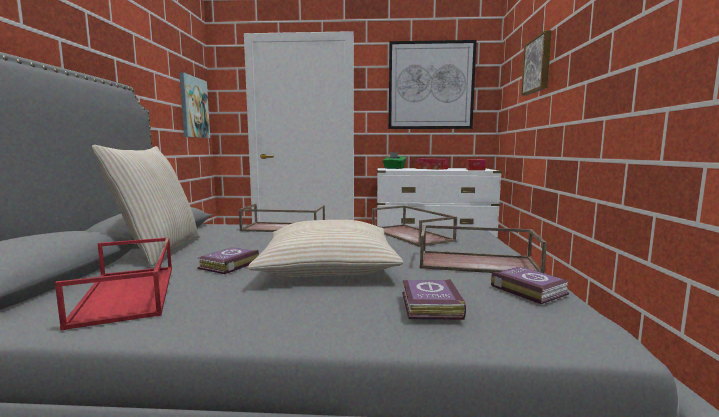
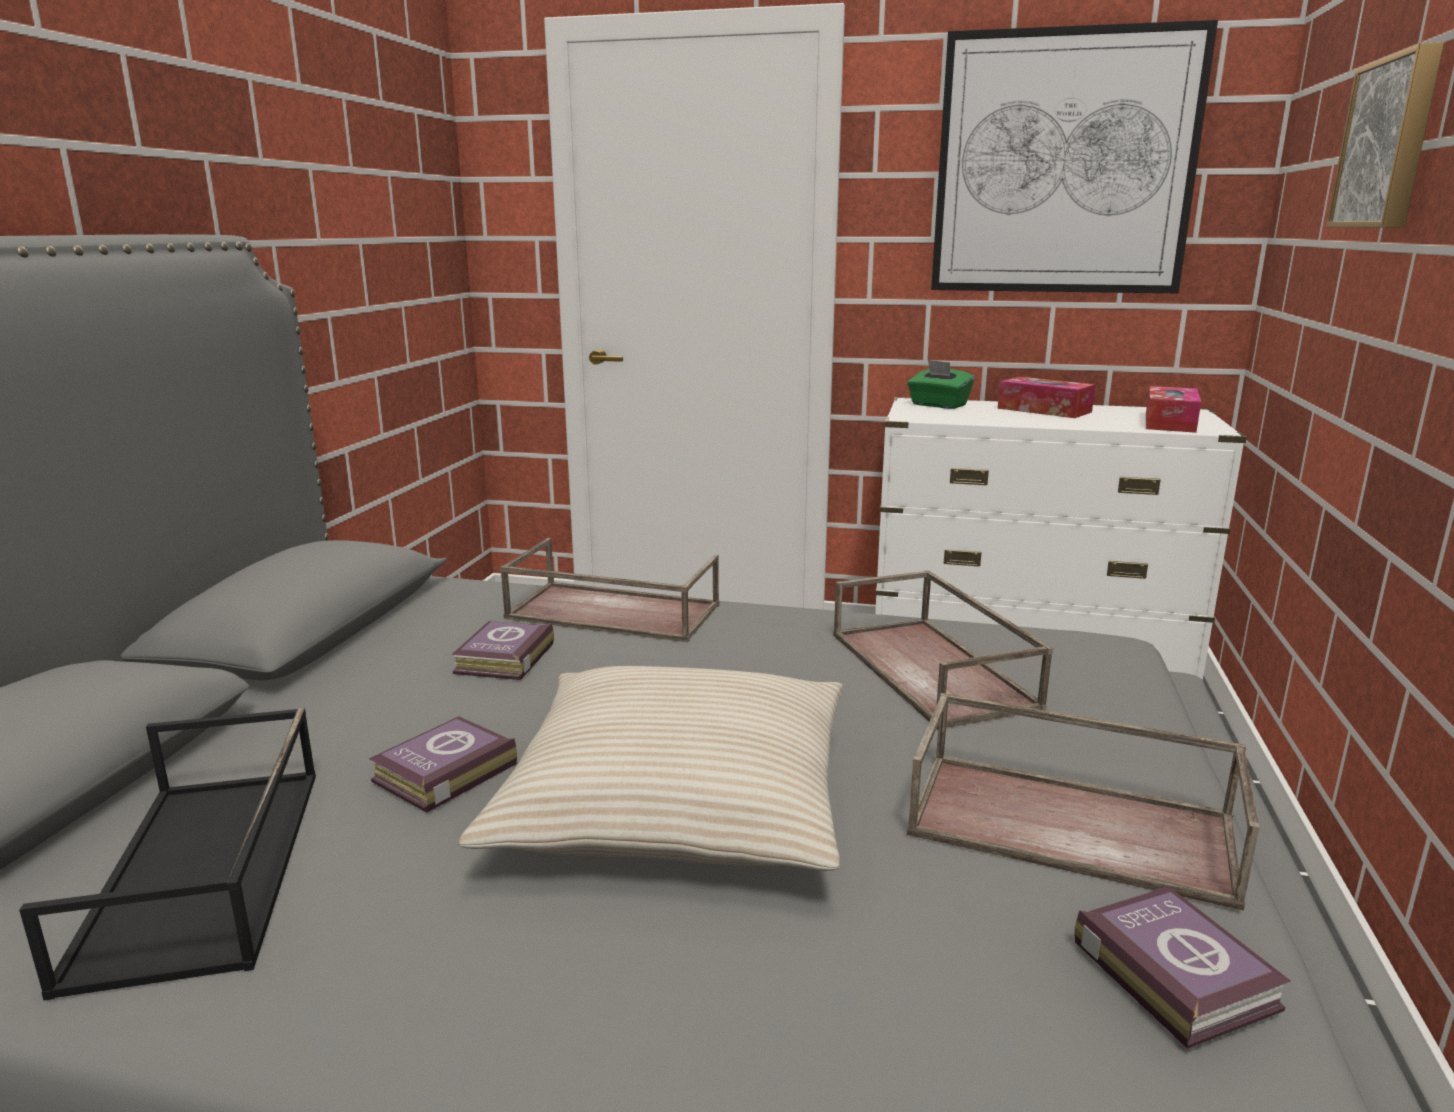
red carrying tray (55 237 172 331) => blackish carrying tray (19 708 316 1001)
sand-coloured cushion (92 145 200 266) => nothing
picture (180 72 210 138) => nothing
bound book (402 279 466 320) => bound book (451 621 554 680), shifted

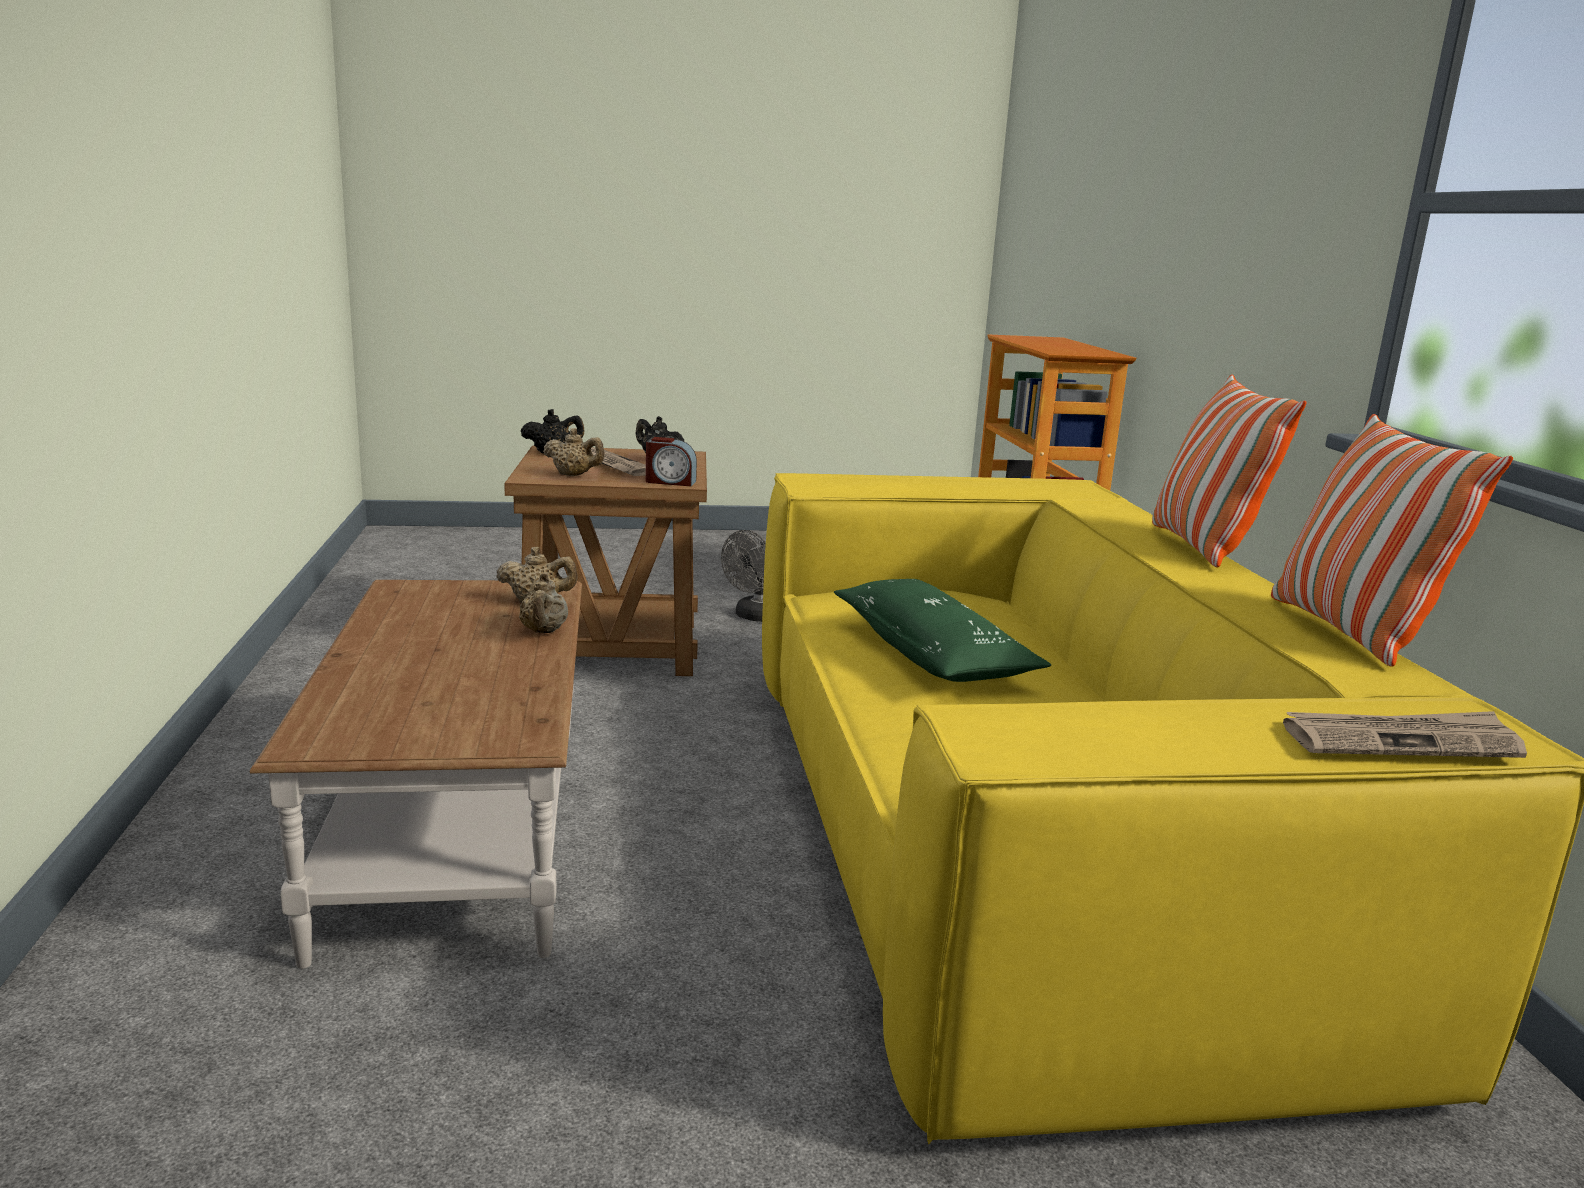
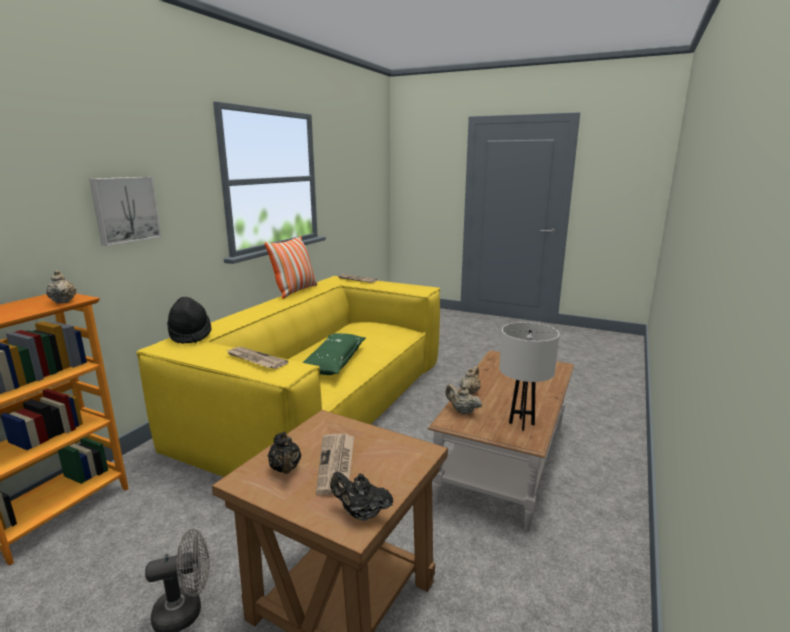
sand-coloured tea pot (543 428 605 476) => sand-coloured tea pot (46 270 76 303), shifted
table clock (646 437 697 486) => nothing
cushion (1152 374 1306 567) => nothing
nothing => picture (89 177 162 246)
nothing => blackish clothing hat (167 297 212 344)
nothing => printed paper (227 347 288 369)
nothing => white-coloured lamp for a table (499 322 559 431)

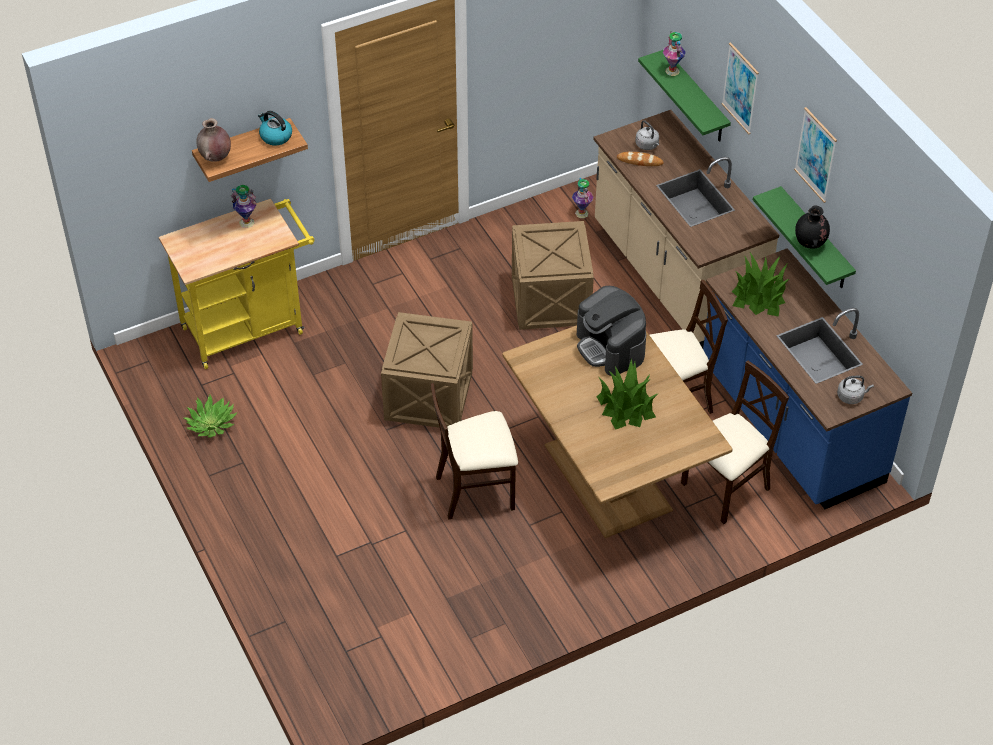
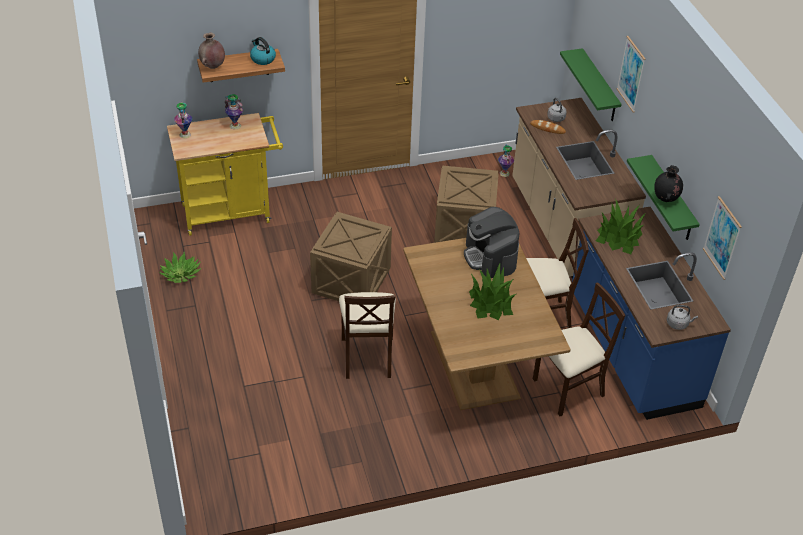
sand-coloured upright chair (431 383 518 520) => sand-coloured upright chair (339 292 396 379), 90 degrees counterclockwise
vase (663 31 686 76) => vase (174 102 192 138), shifted
picture (794 107 837 203) => picture (703 196 742 280), shifted

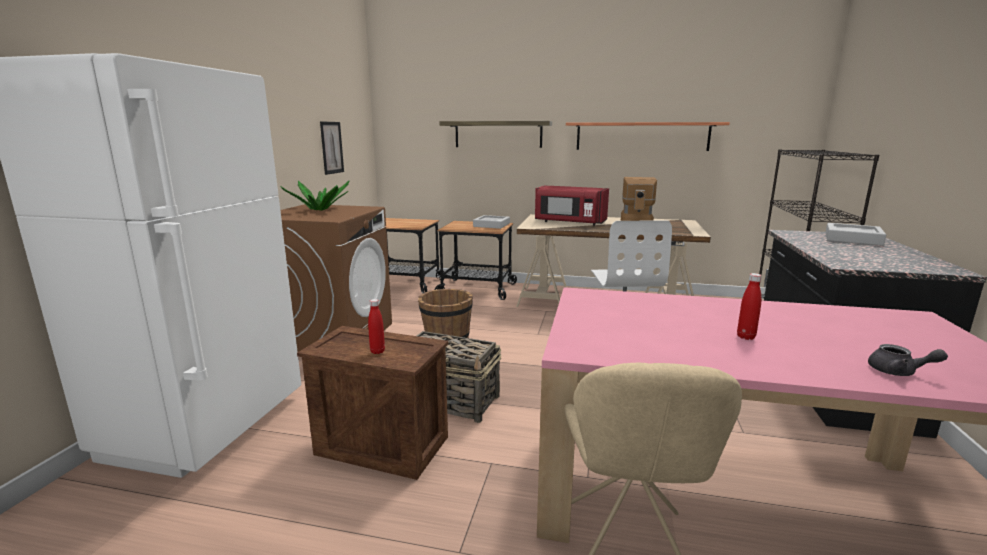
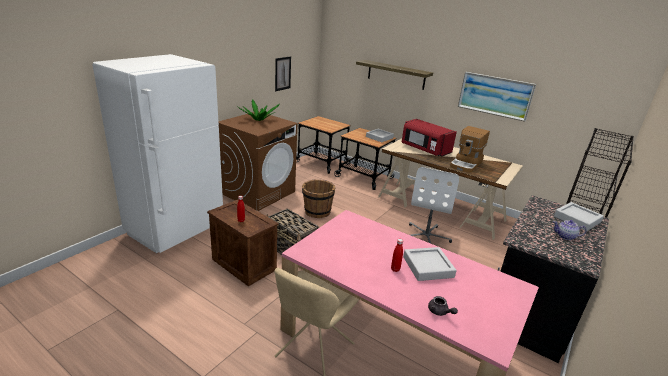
bracket shelf (566 122 730 151) => picture (458 72 536 122)
nothing => grey carrying tray (403 247 457 281)
nothing => tea pot (553 220 586 240)

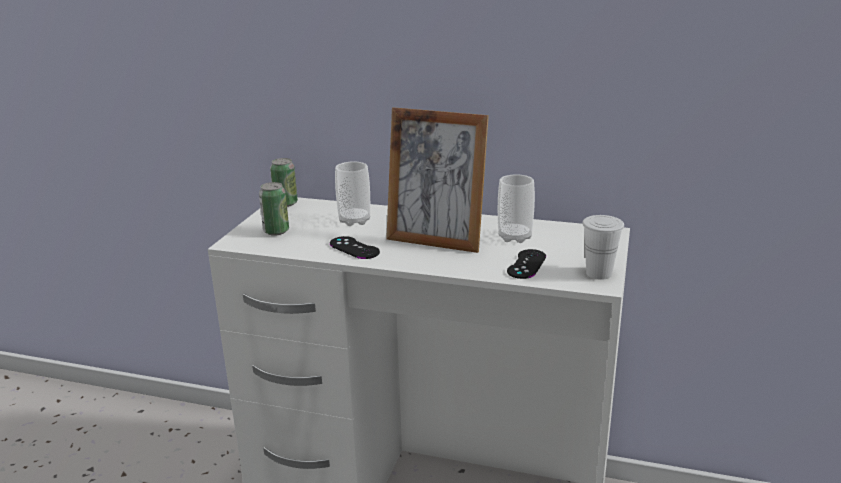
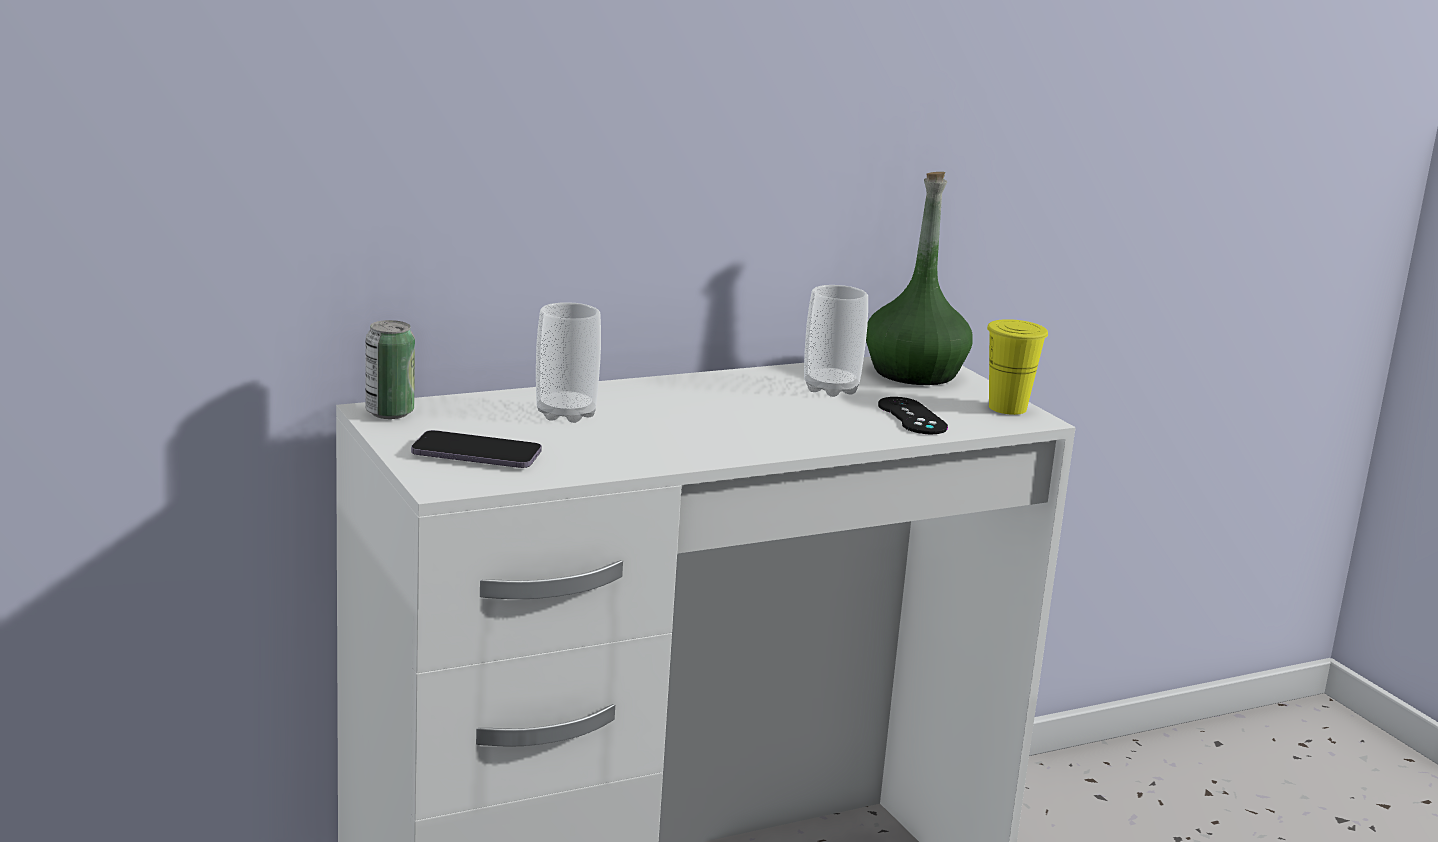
metal can (259 182 289 236) => telephone (411 430 542 468)
blackish gamepad (330 236 380 259) => nothing
standing frame (386 107 489 253) => nothing
white-coloured drinking cup (582 215 624 280) => yellowish drinking cup (987 319 1048 415)
nothing => greenish drink bottle (866 172 973 385)

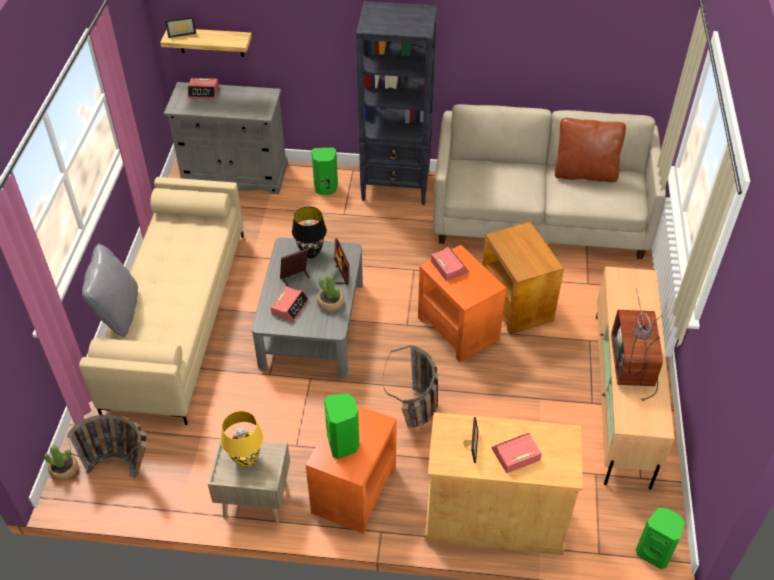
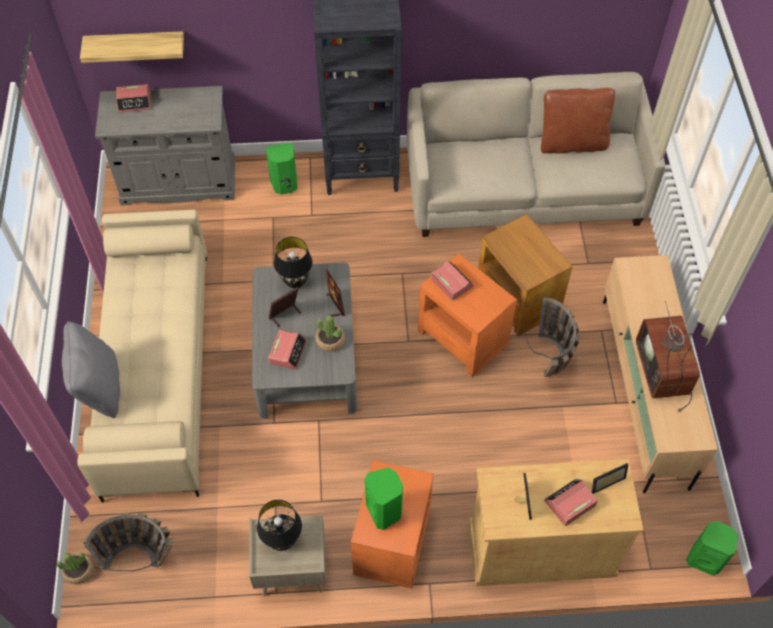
standing frame (165 16 196 38) => standing frame (592 463 628 494), shifted
yellowish lamp for a table (221 411 263 467) => blackish lamp for a table (257 500 302 551)
basket (383 345 438 427) => basket (524 297 579 377), shifted

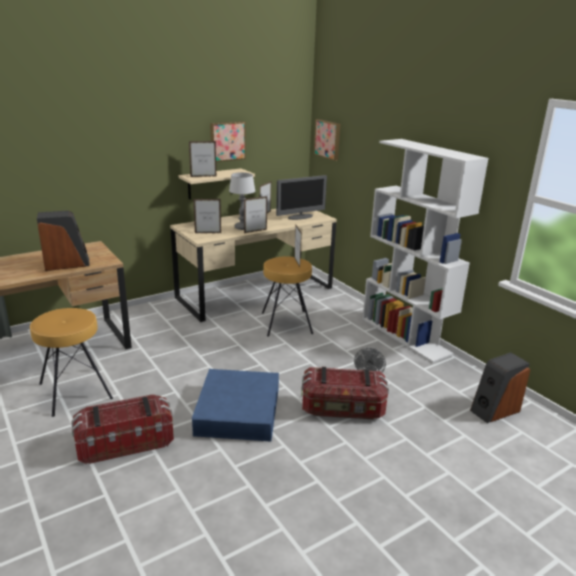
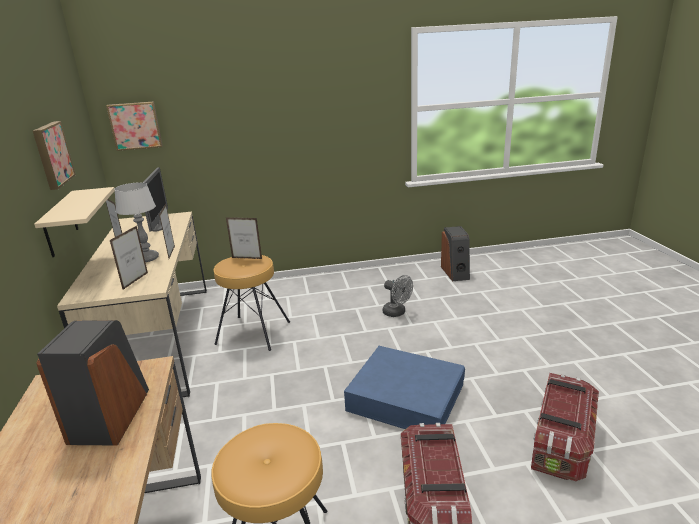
standing frame (189 141 217 177) => nothing
storage box (301 367 389 419) => storage box (531 373 599 481), shifted
white-coloured bookshelf (362 139 489 363) => nothing

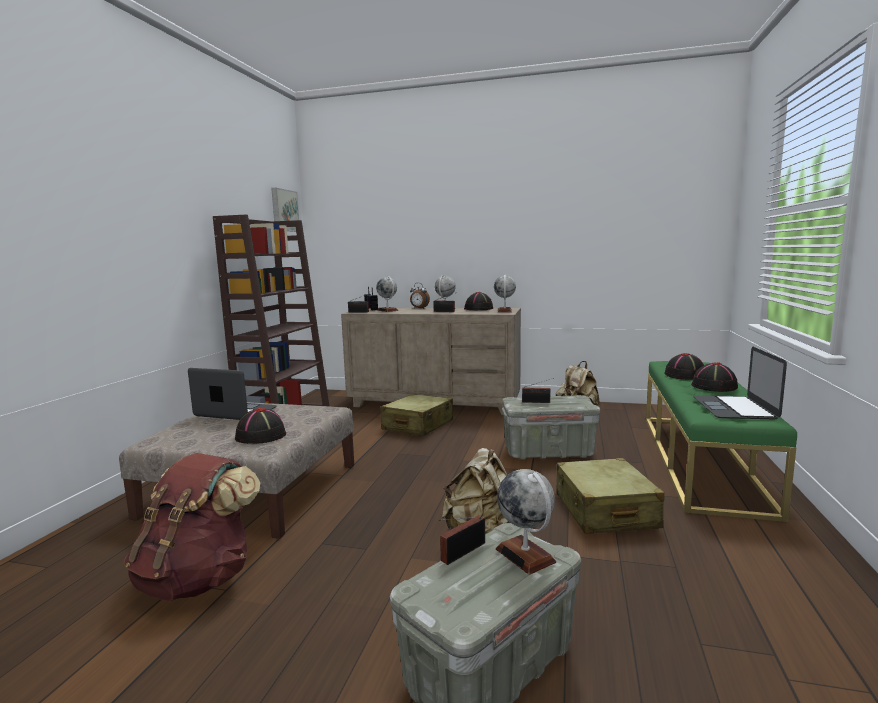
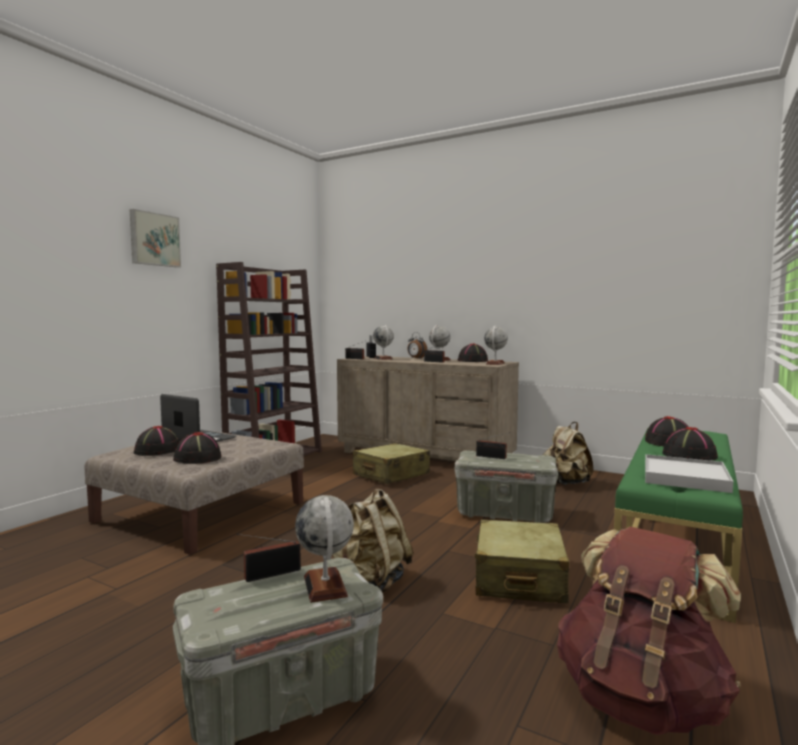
brown knapsack (124 453 260 601) => brown knapsack (557 527 741 735), shifted
picture (271 188 299 232) => picture (130 209 181 267), shifted
laptop (693 347 787 420) => white-coloured carrying tray (645 454 733 493)
nothing => blackish clothing hat (134 426 179 456)

